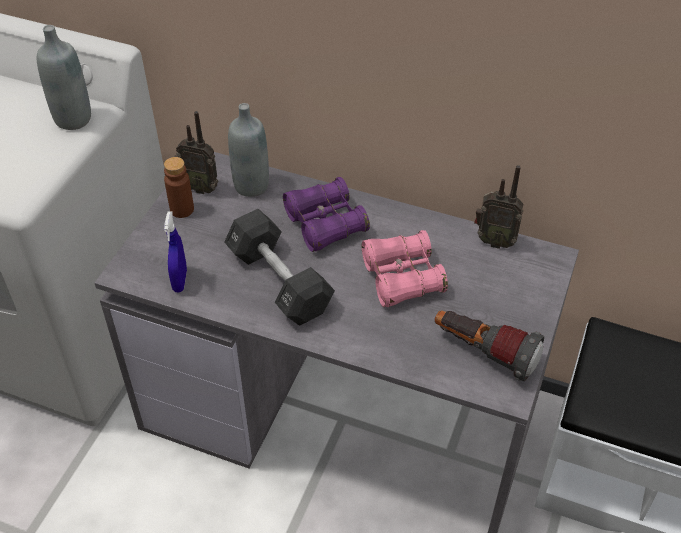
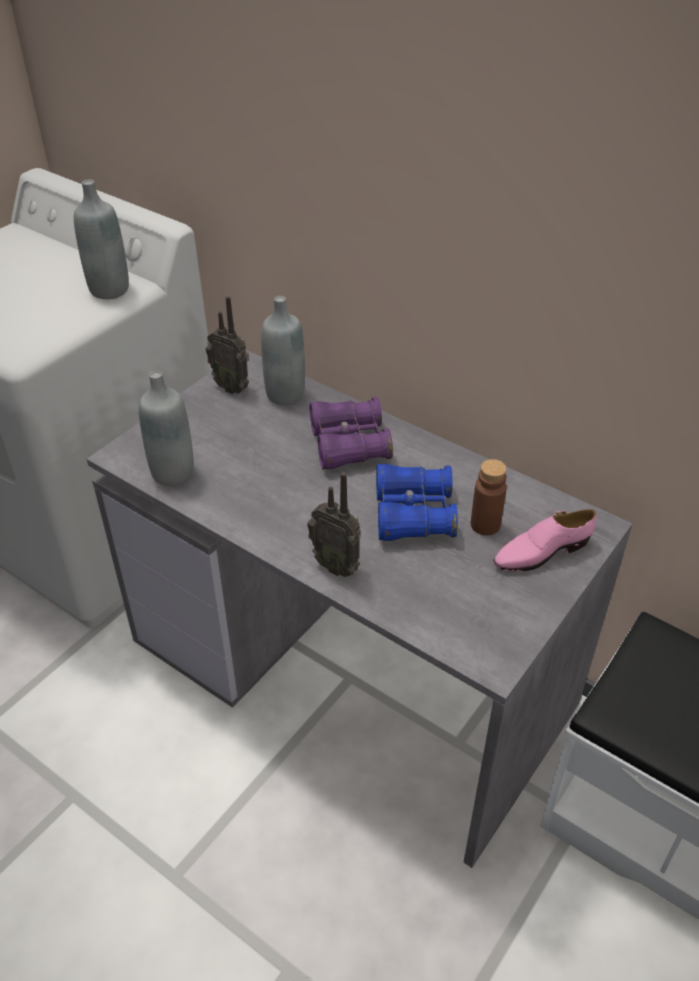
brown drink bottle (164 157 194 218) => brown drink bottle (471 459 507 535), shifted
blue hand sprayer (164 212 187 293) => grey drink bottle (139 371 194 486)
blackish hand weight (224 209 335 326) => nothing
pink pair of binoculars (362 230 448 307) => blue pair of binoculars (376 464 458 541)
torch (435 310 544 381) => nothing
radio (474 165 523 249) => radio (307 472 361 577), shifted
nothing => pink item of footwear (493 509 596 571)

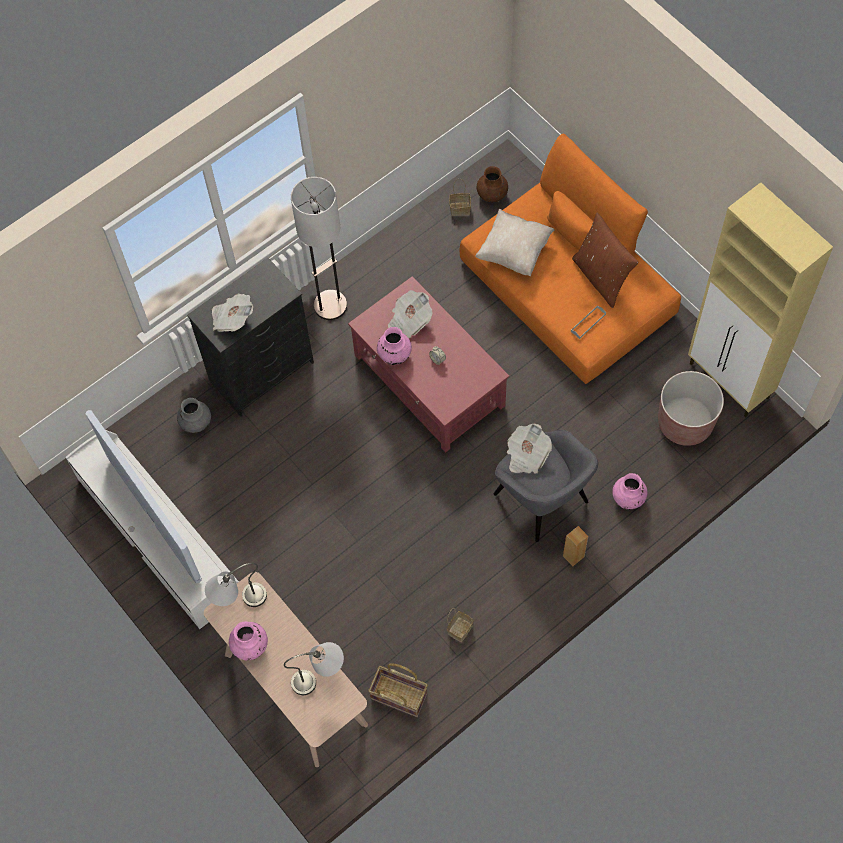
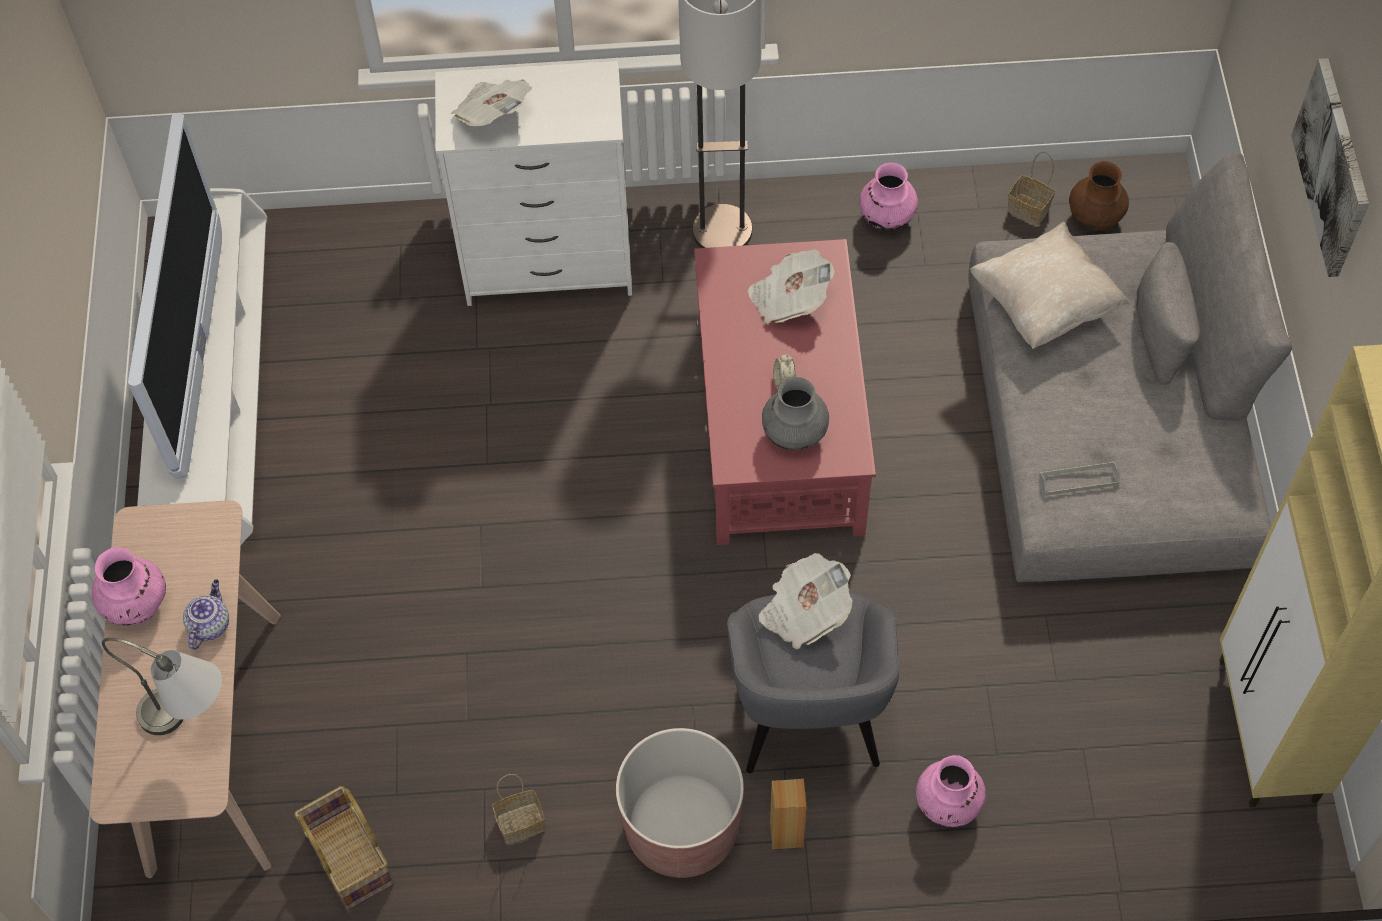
grey vase (177 398 211 433) => grey vase (762 377 829 450), shifted
blackish dresser (187 258 314 417) => white-coloured dresser (435 61 632 306)
grey lamp for a table (205 563 267 607) => nothing
pink vase (377 327 412 365) => pink vase (859 163 918 231), shifted
orange-coloured sofa (460 133 681 384) => grey sofa (968 152 1292 583)
brown cushion (572 213 639 308) => nothing
brown plant pot (658 371 724 446) => brown plant pot (616 728 744 878), shifted
nothing => tea pot (183 579 229 650)
nothing => picture (1291 58 1369 277)

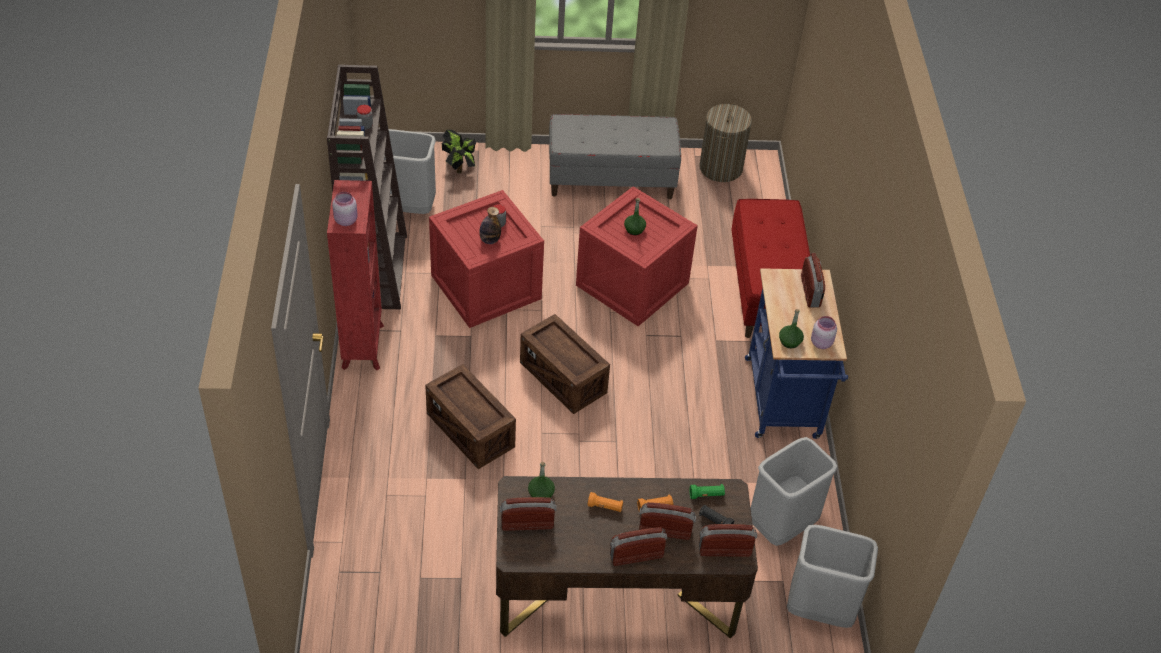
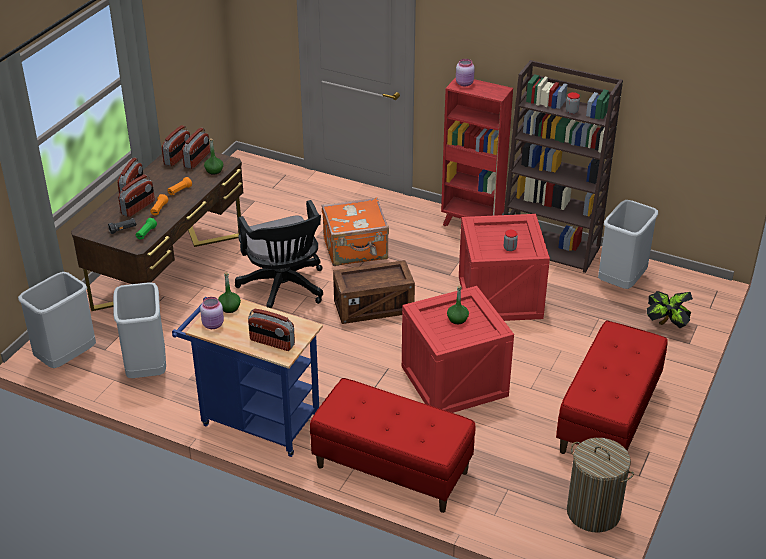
shipping crate (425 364 516 469) => orange-coloured suitcase (321 197 389 266)
drink bottle (479 207 501 244) => nothing
grey indoor bench (549 114 681 199) => red indoor bench (556 321 668 454)
radio (699 524 757 557) => radio (162 125 190 166), shifted
nothing => blackish computer chair (235 200 323 309)

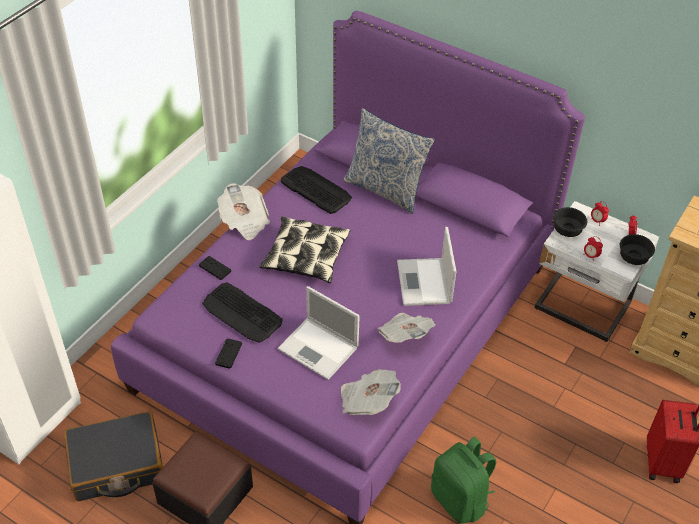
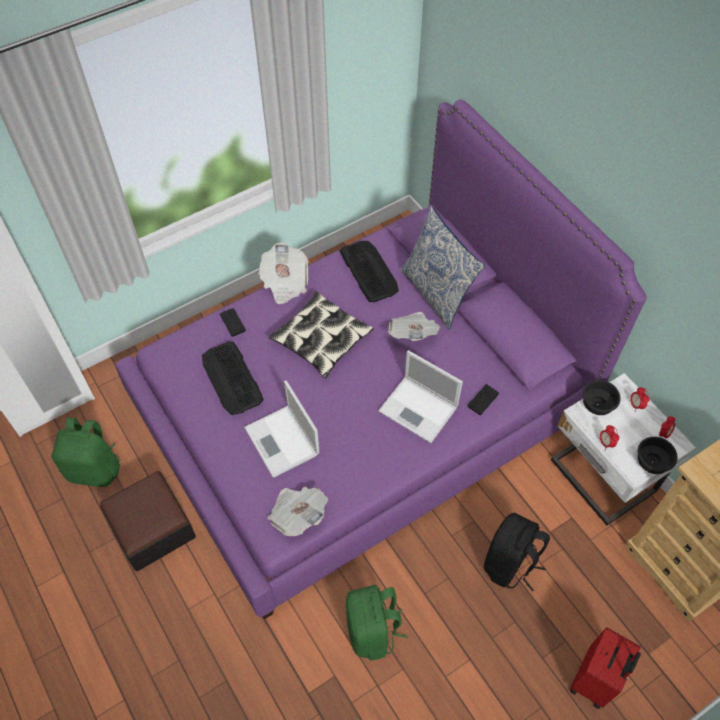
blackish suitcase (64 411 163 501) => greenish knapsack (51 417 120 487)
blackish gamepad (215 338 242 369) => blackish gamepad (468 385 499 415), shifted
printed paper (377 313 436 343) => printed paper (388 312 441 341), shifted
laptop (397 227 457 306) => laptop (378 350 463 443), 75 degrees counterclockwise
nothing => blackish knapsack (484 513 550 592)

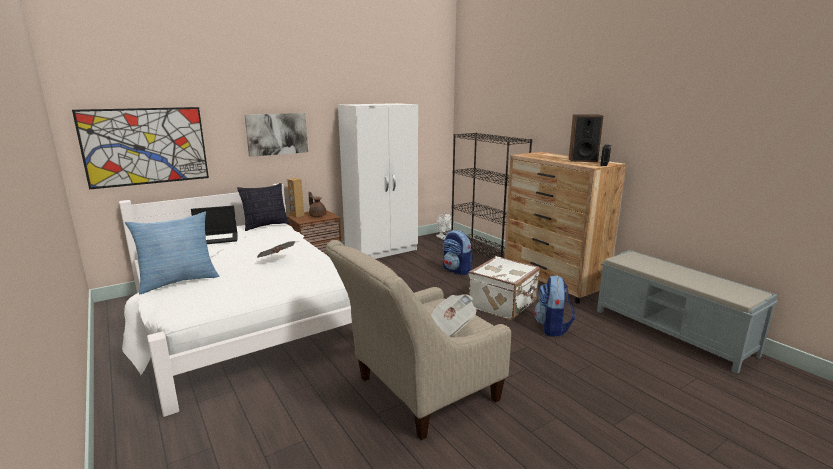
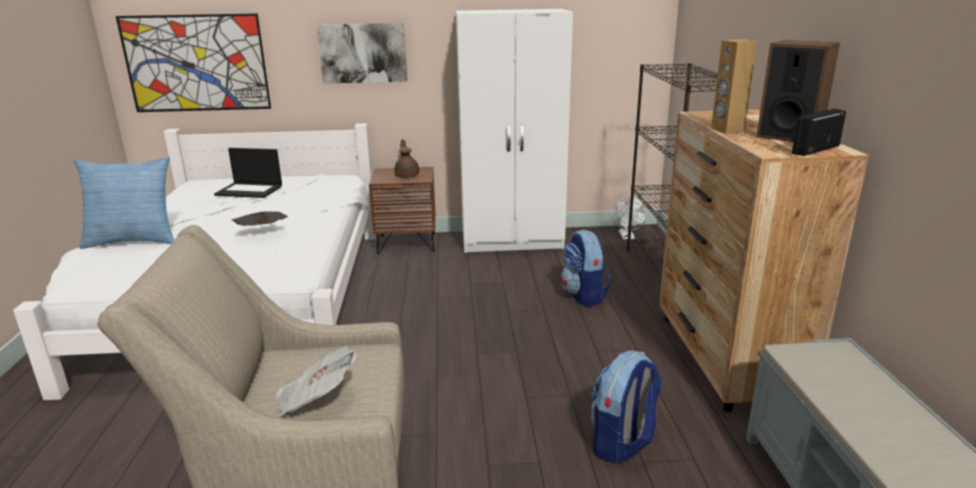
cushion (237 183 290 231) => nothing
brown loudspeaker (287 178 304 218) => brown loudspeaker (711 39 757 134), shifted
white-coloured suitcase (468 256 540 320) => nothing

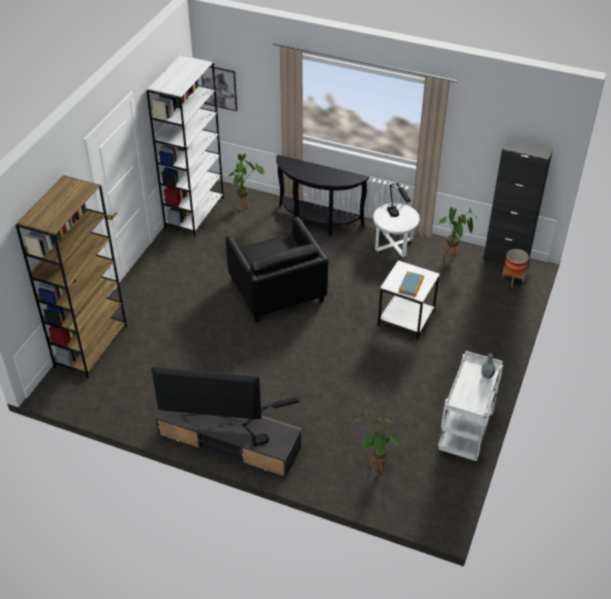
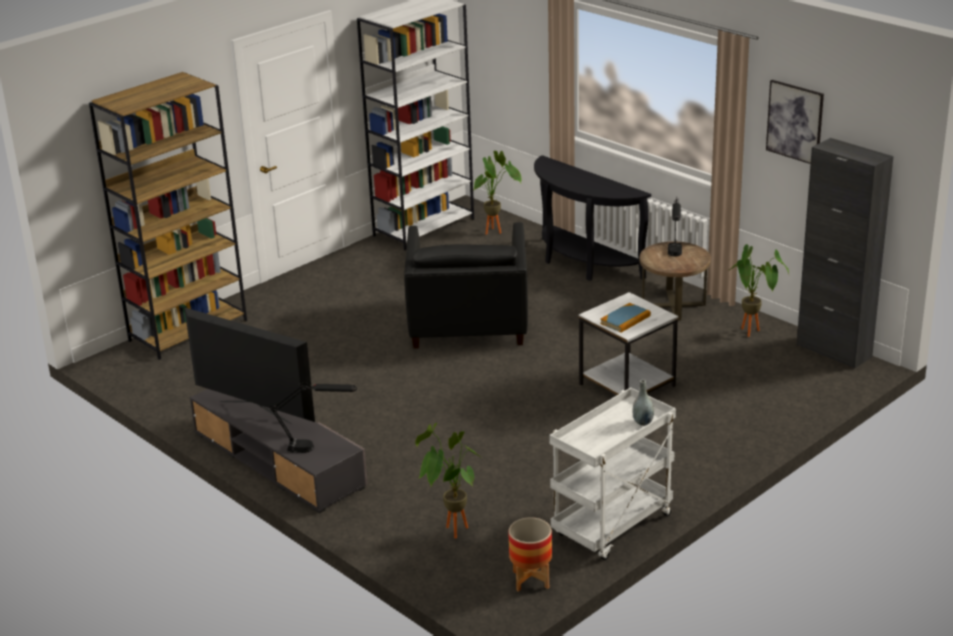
picture (202 66 237 111) => picture (766 80 824 164), shifted
white-coloured side table (373 203 420 257) => brown side table (640 241 711 321)
plant pot (502 249 529 287) => plant pot (509 517 552 592), shifted

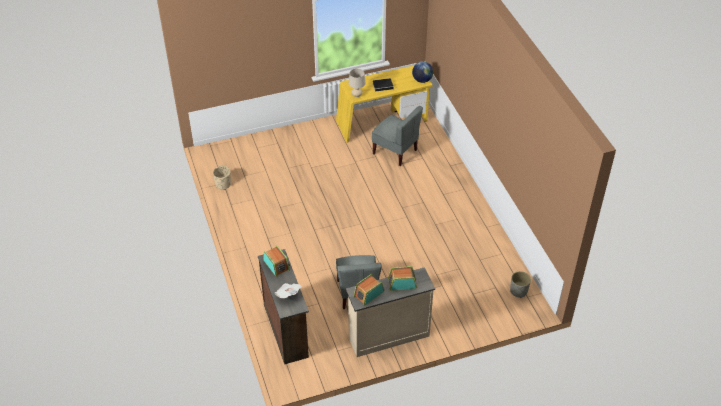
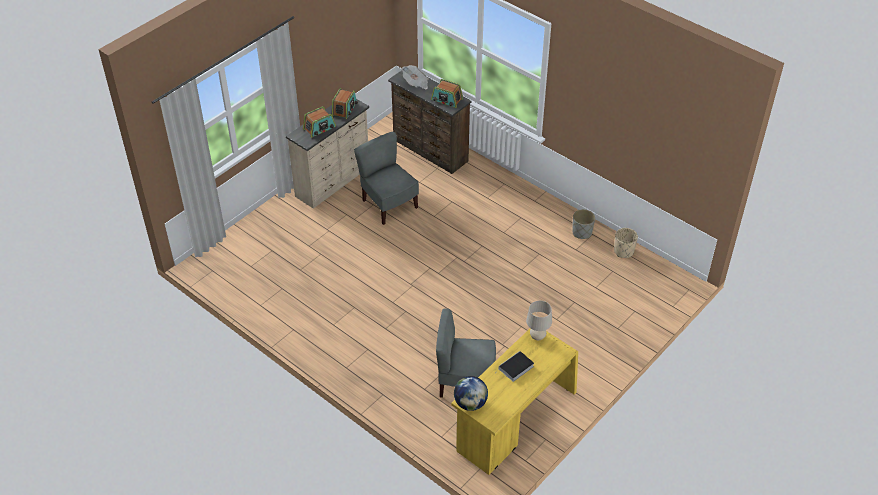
grey plant pot (510 271 531 298) => grey plant pot (572 209 595 239), shifted

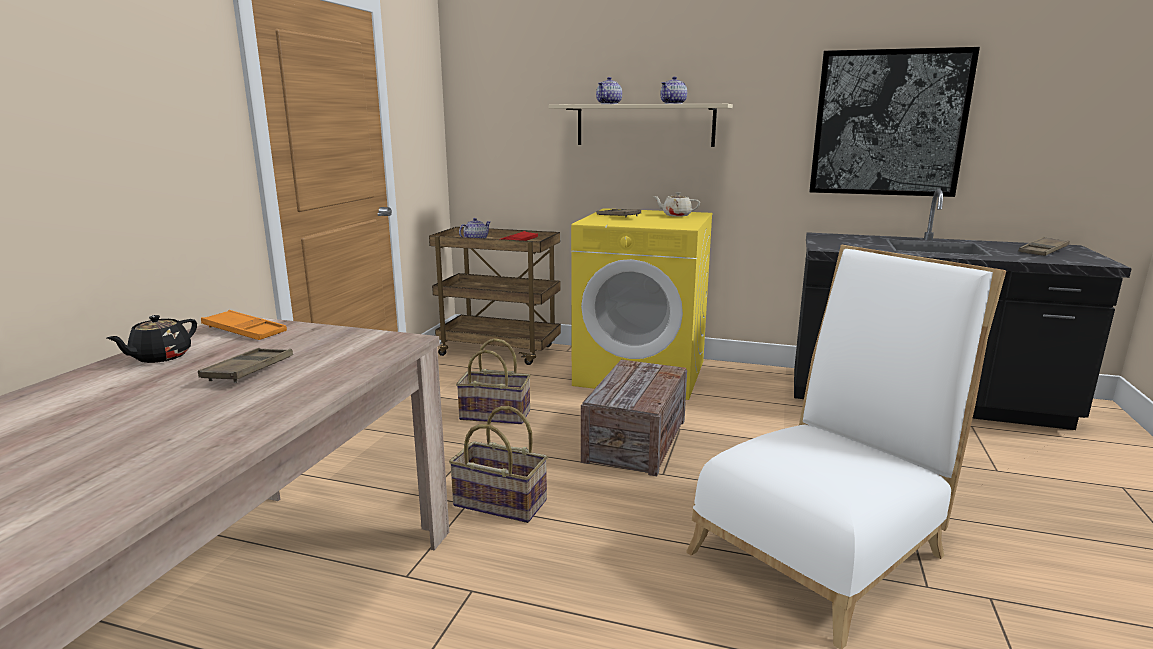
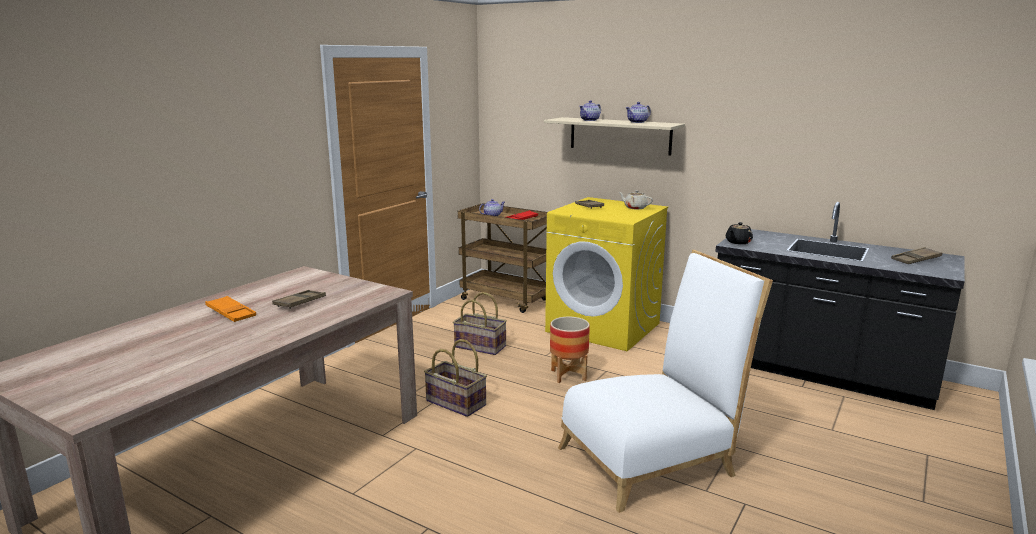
blackish tea pot (107 315 197 363) => blackish tea pot (726 222 753 244), shifted
orange-coloured carrying tray (201 310 287 340) => orange-coloured carrying tray (205 296 256 322), shifted
shipping crate (581 360 687 476) => plant pot (550 317 590 383)
picture (809 47 980 197) => nothing

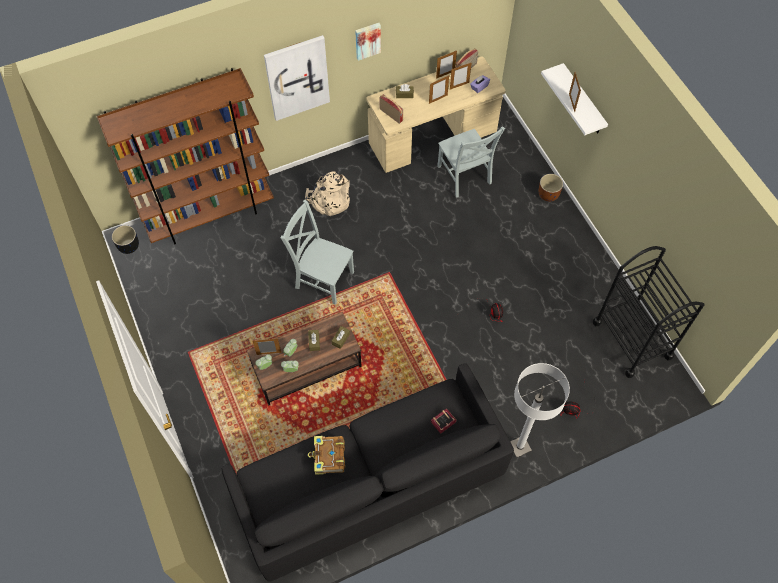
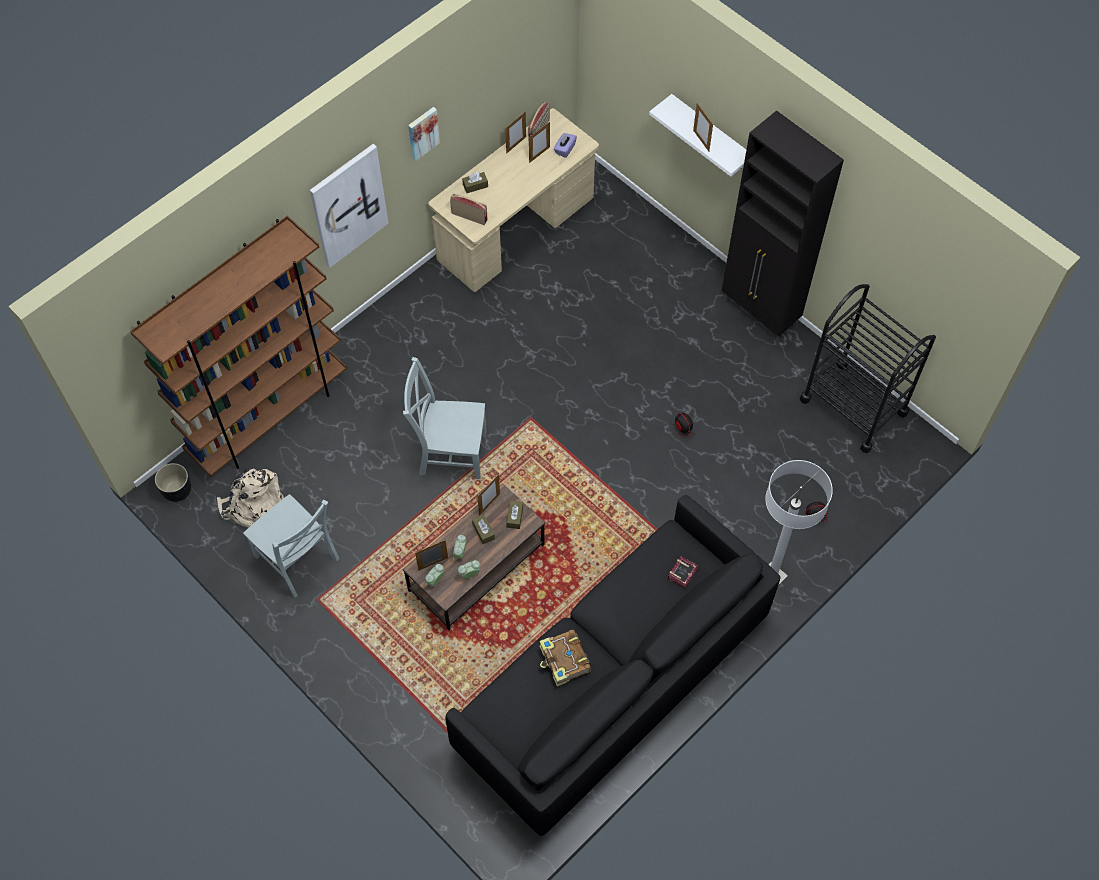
sand-coloured knapsack (305 171 350 216) => sand-coloured knapsack (217 468 284 528), shifted
standing frame (429 75 449 104) => standing frame (477 474 500 515), shifted
grey upright chair (437 126 505 198) => grey upright chair (243 494 339 598), shifted
brown plant pot (539 174 563 202) => nothing
nothing => blackish cupboard (722 110 844 343)

